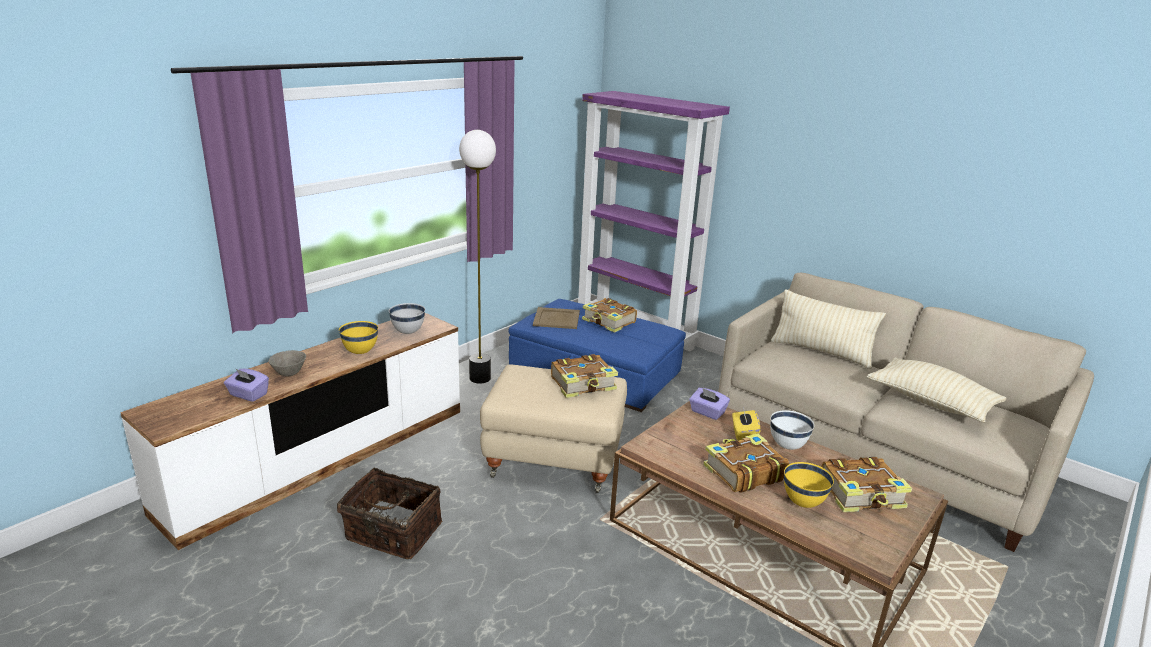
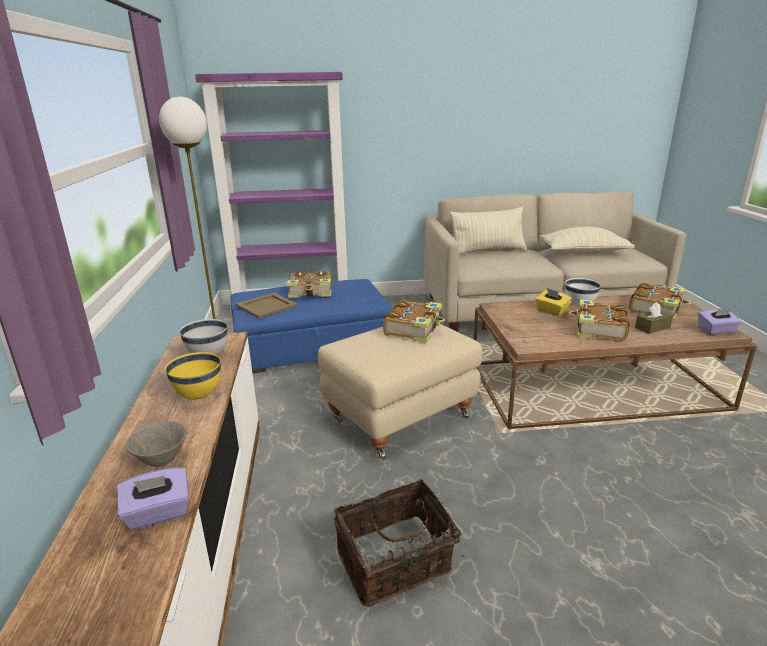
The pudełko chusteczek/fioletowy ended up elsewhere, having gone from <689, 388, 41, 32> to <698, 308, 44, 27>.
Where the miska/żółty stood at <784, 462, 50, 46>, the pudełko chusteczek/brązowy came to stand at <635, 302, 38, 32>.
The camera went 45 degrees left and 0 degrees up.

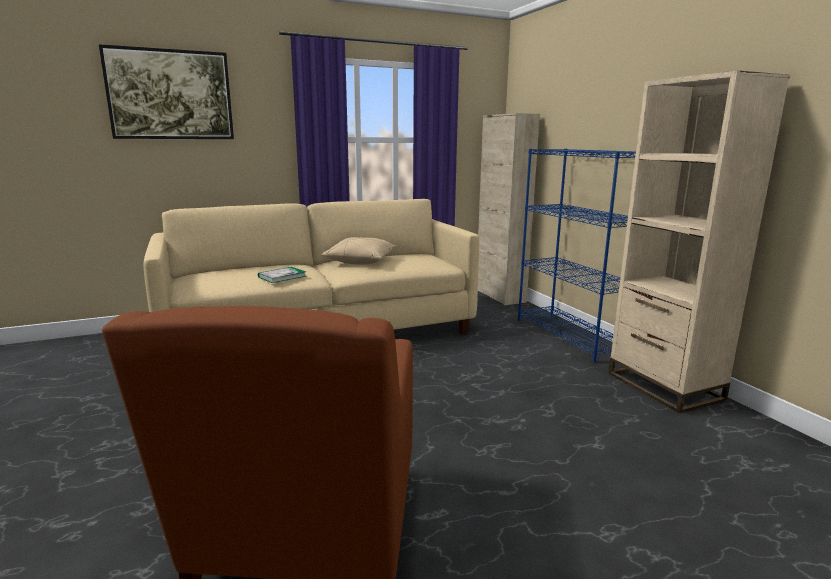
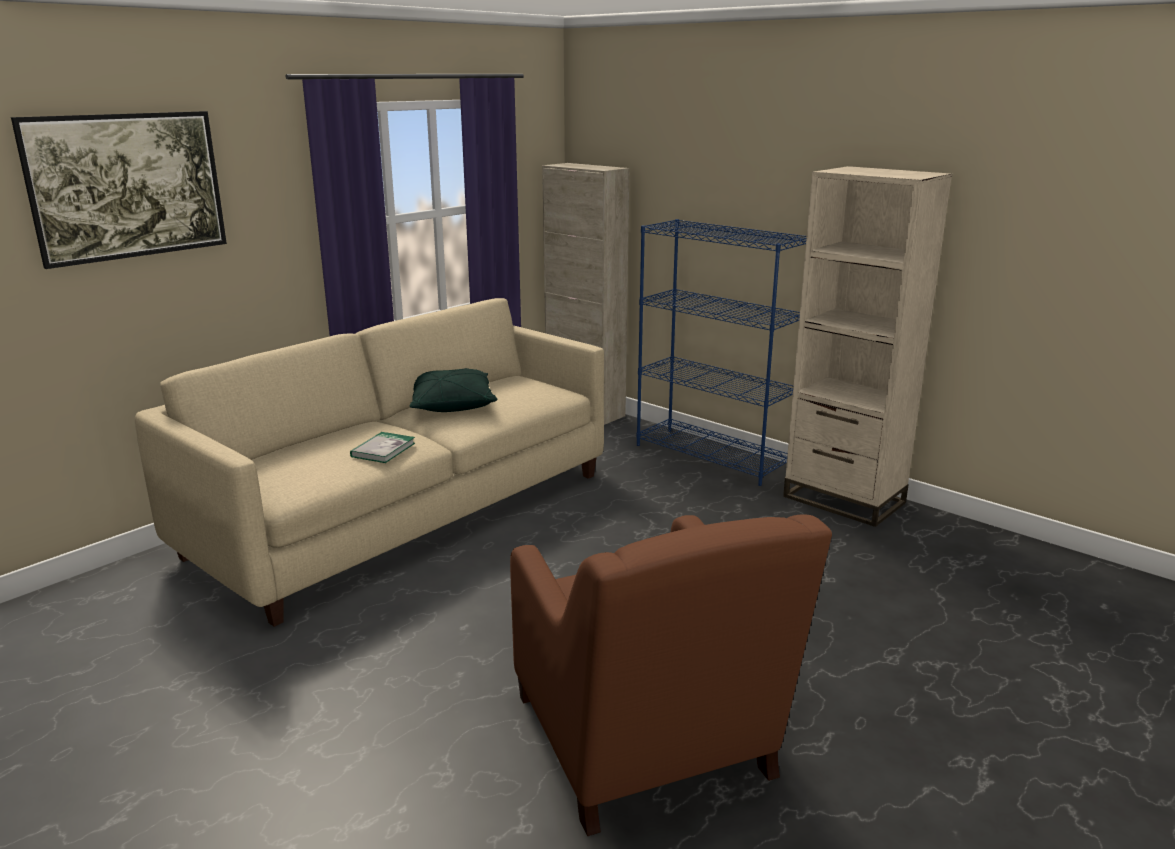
What was the poduszka/beżowy at <322, 237, 75, 27> turned into the poduszka/zielony at <410, 368, 88, 44>.
The camera went 25 degrees left and 5 degrees up.

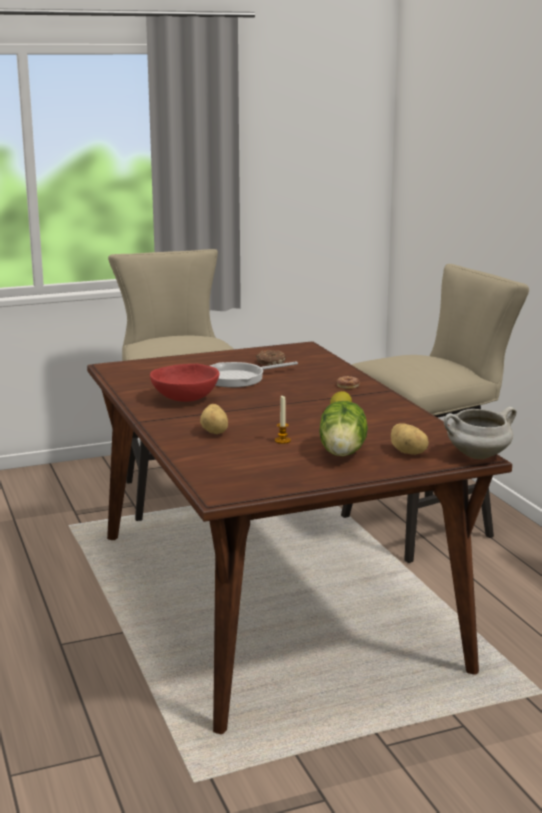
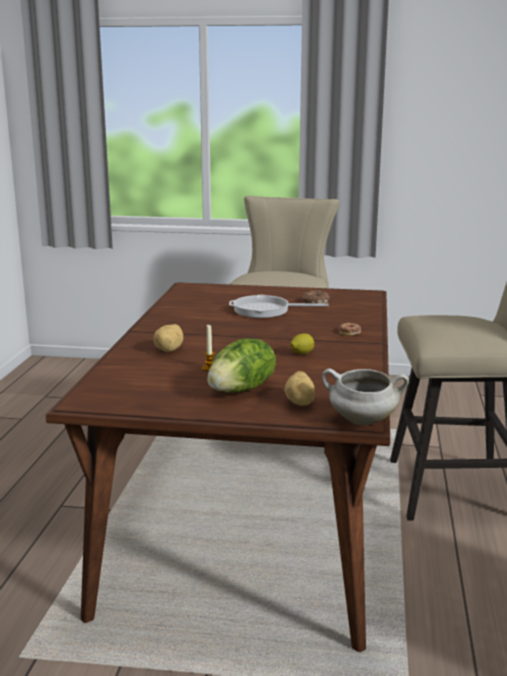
The second view lost the miska/czerwony at <150, 364, 70, 38>.
The camera went 30 degrees right and 0 degrees up.

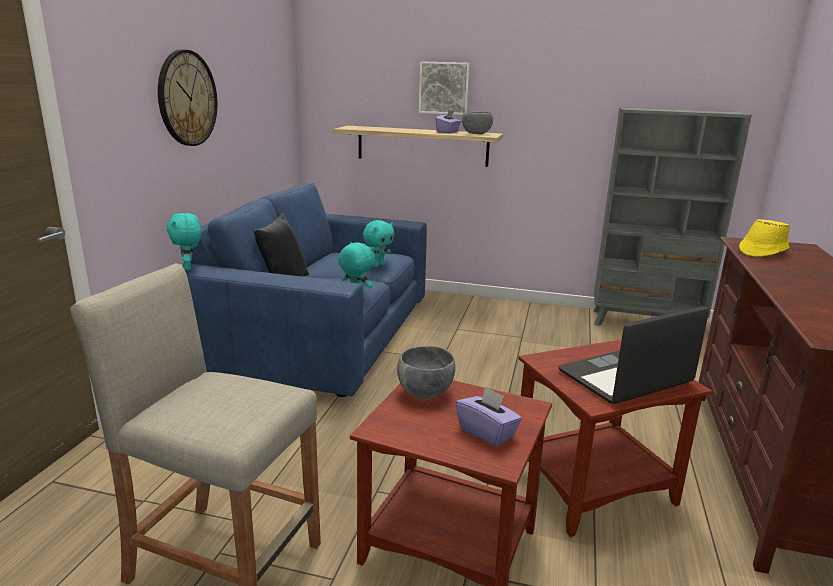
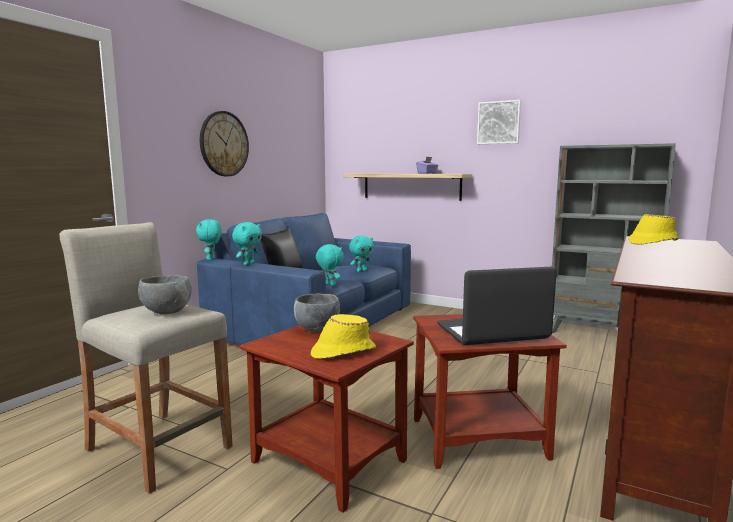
The obraz ended up elsewhere, having gone from <419, 61, 51, 54> to <477, 100, 44, 44>.
Where the pudełko chusteczek/fioletowy stood at <456, 387, 66, 60>, the kapelusz/żółty came to stand at <311, 314, 65, 45>.
The miska/szary ended up elsewhere, having gone from <462, 112, 31, 22> to <138, 275, 54, 39>.
The second view gained the pluszak/turkusowy at <232, 222, 30, 43>.
The camera went 15 degrees right and 10 degrees down.

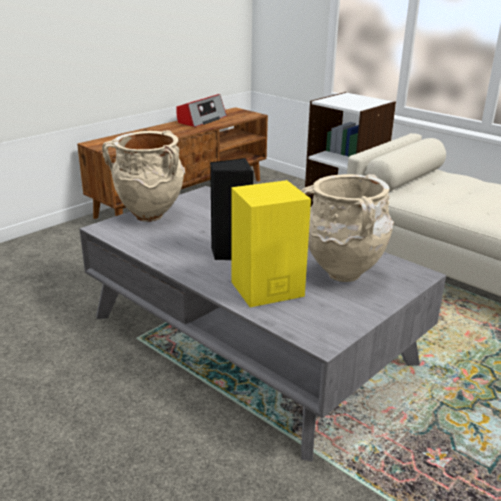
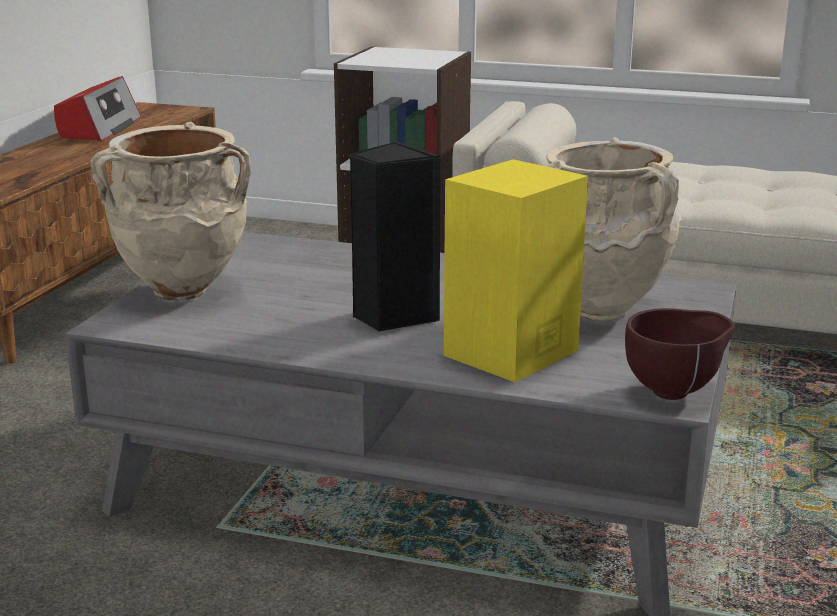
The second view gained the miska/brązowy at <625, 308, 110, 92>.
The camera went 25 degrees left and 5 degrees down.

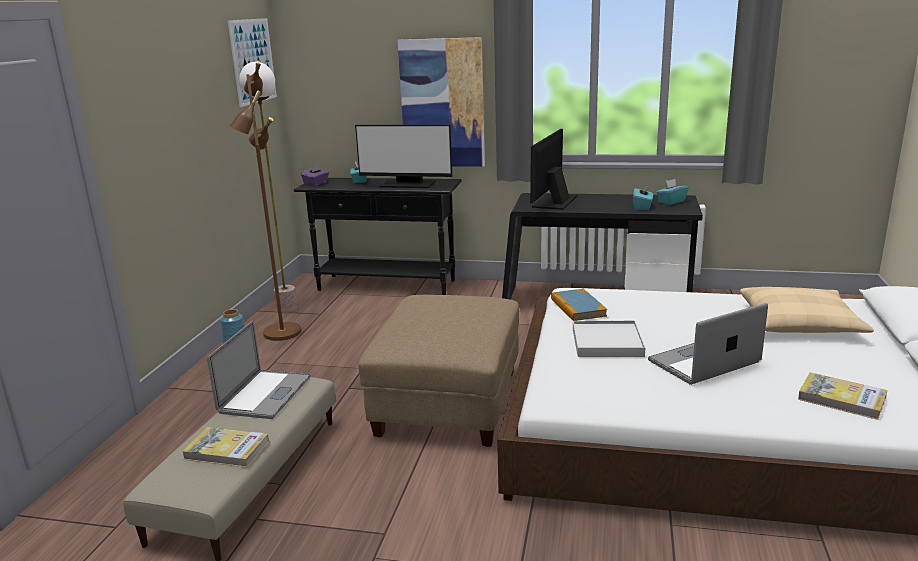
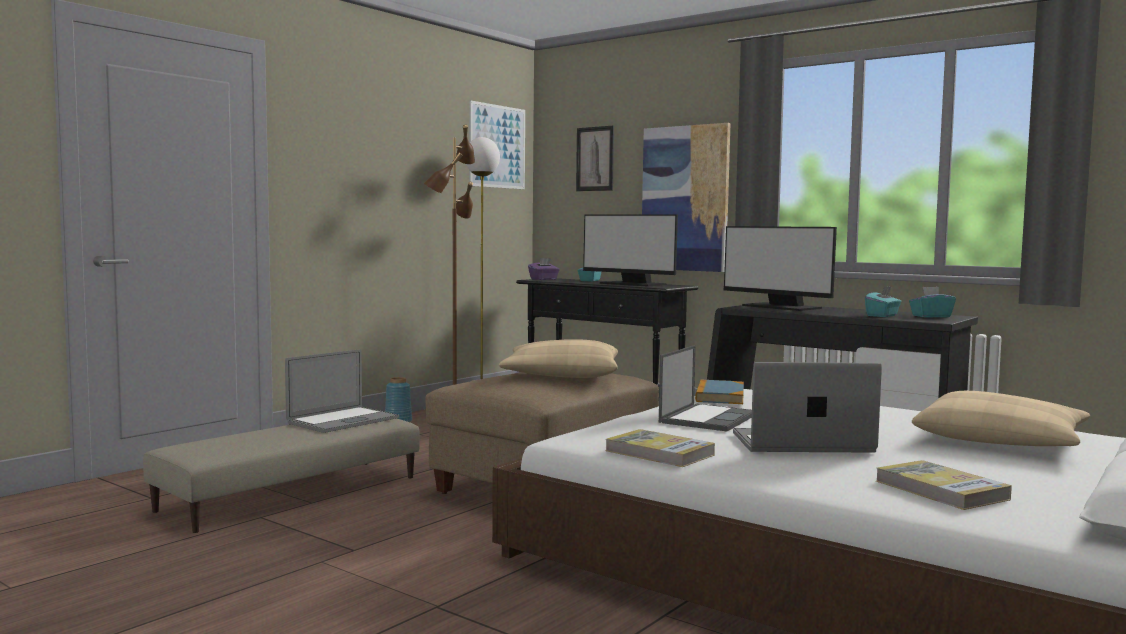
The książka ended up elsewhere, having gone from <182, 427, 87, 41> to <606, 429, 109, 38>.
The monitor at <530, 129, 47, 81> ended up facing another way, 90 degrees counterclockwise from before.
Where the taca/biały stood at <573, 320, 72, 37>, the laptop came to stand at <659, 345, 93, 86>.
The second view gained the poduszka/beżowy at <499, 339, 119, 39>.
The second view gained the obraz at <576, 126, 38, 65>.
The camera went 25 degrees right and 15 degrees down.

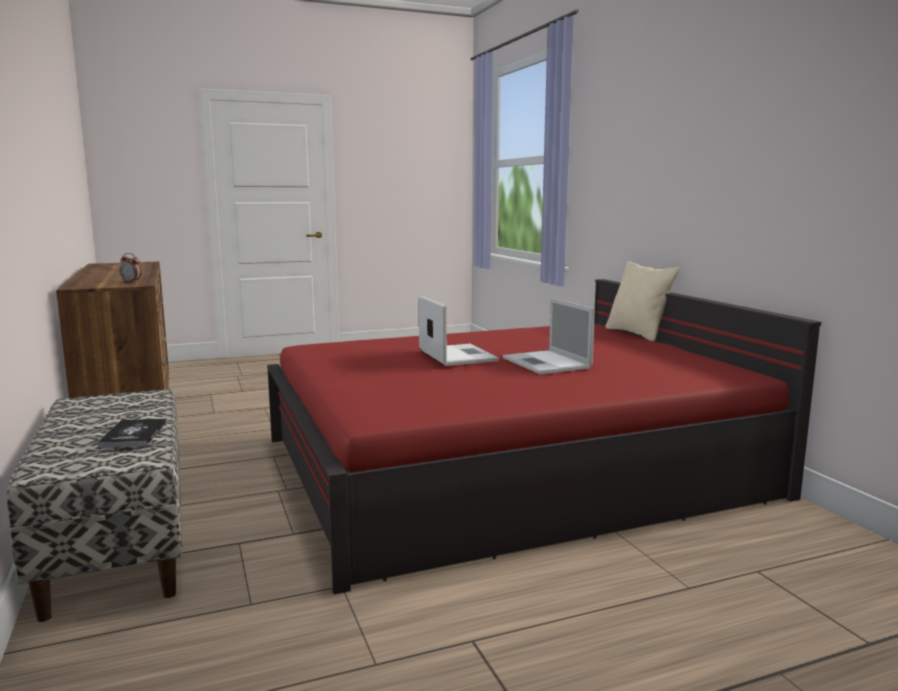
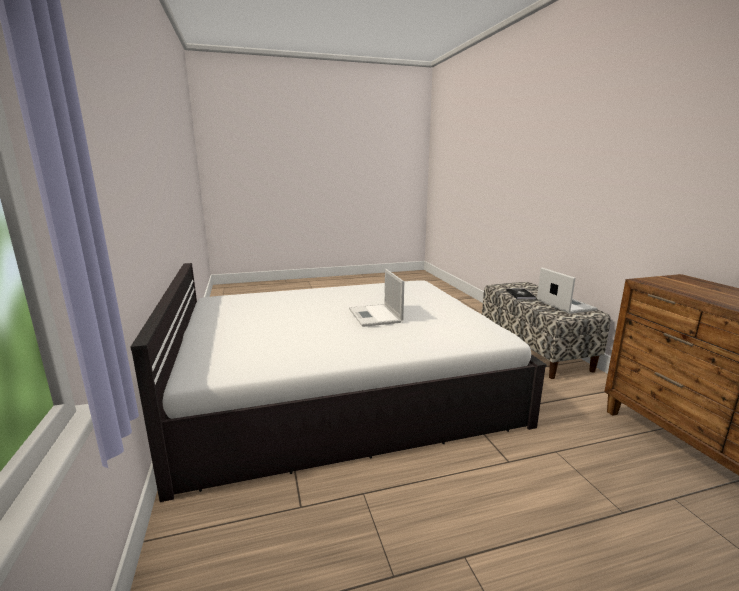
The second view lost the budzik at <119, 253, 23, 30>.
What was the łóżko/czerwony at <267, 279, 554, 315> turned into the łóżko/biały at <130, 263, 417, 239>.
The laptop ended up elsewhere, having gone from <503, 298, 92, 77> to <537, 268, 60, 46>.
The second view lost the poduszka/beżowy at <606, 261, 73, 80>.
The camera went 175 degrees left and 5 degrees up.

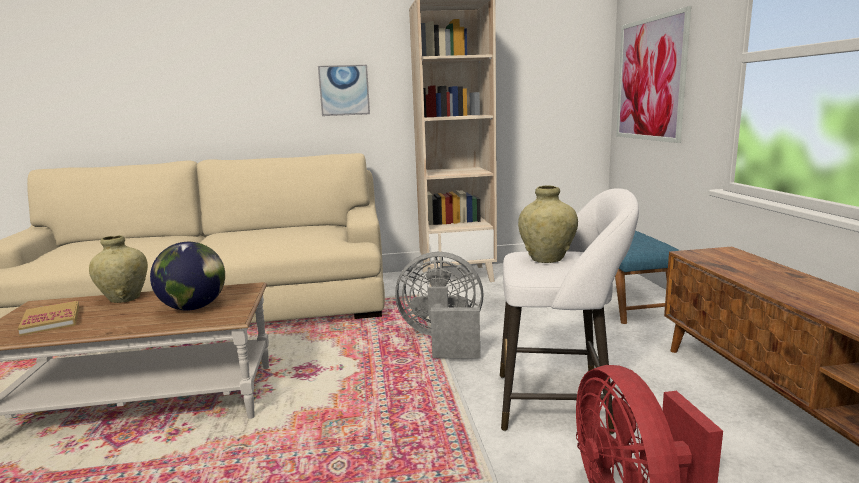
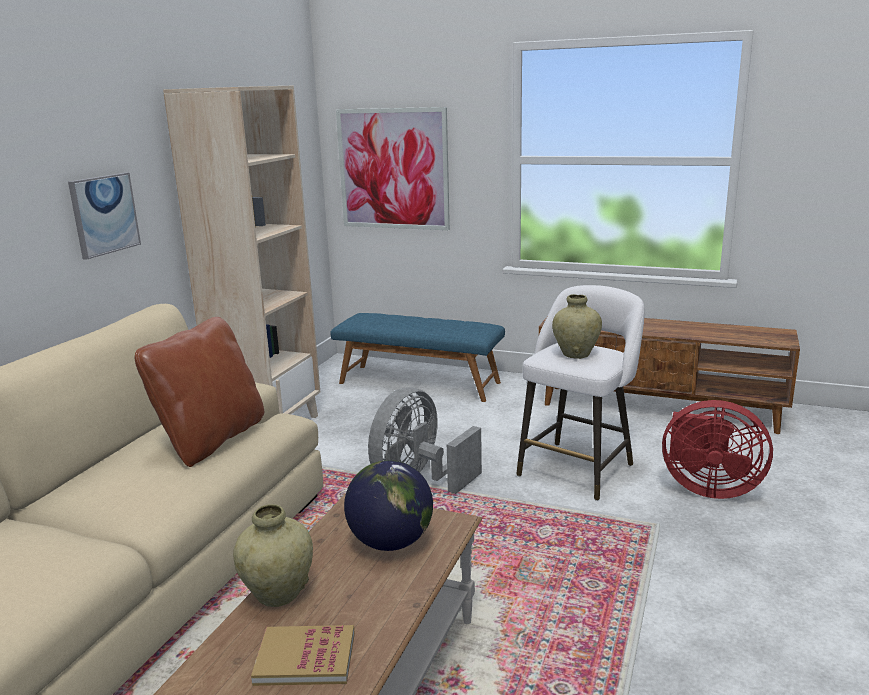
The second view gained the poduszka/brązowy at <135, 317, 129, 150>.
The camera went 60 degrees left and 5 degrees up.

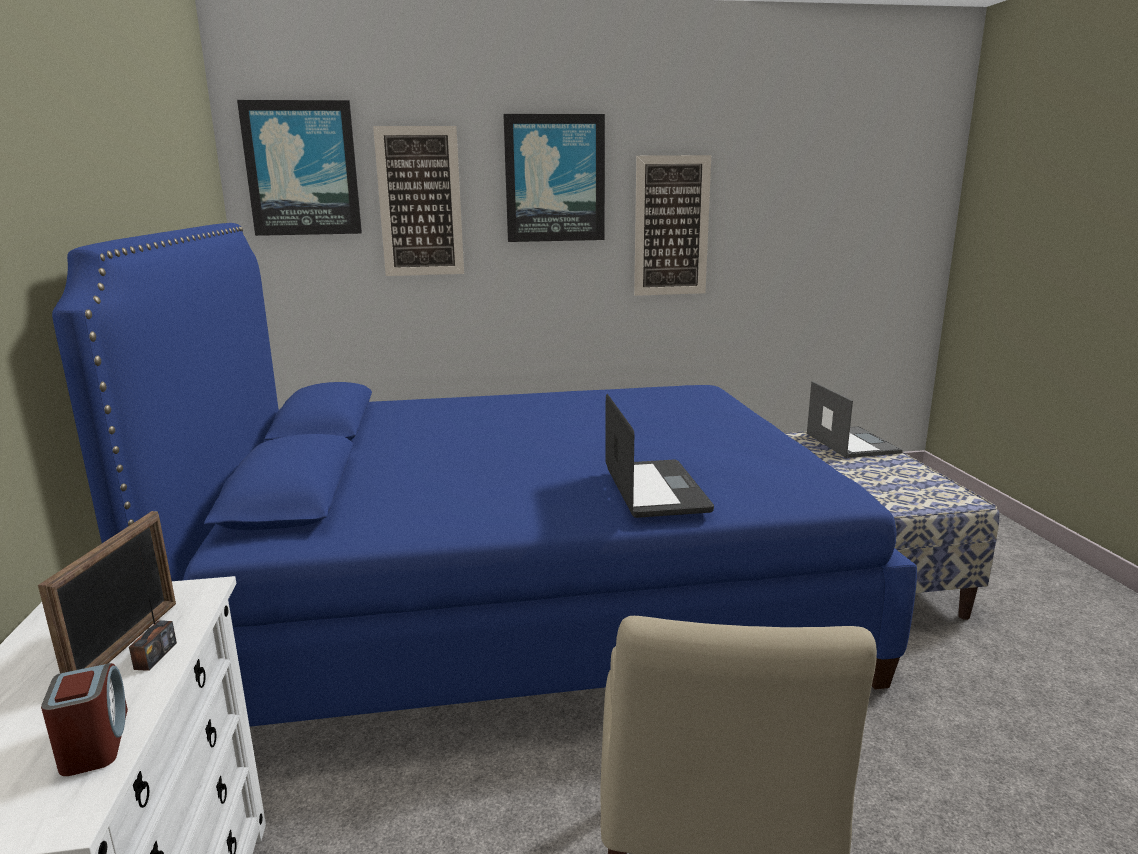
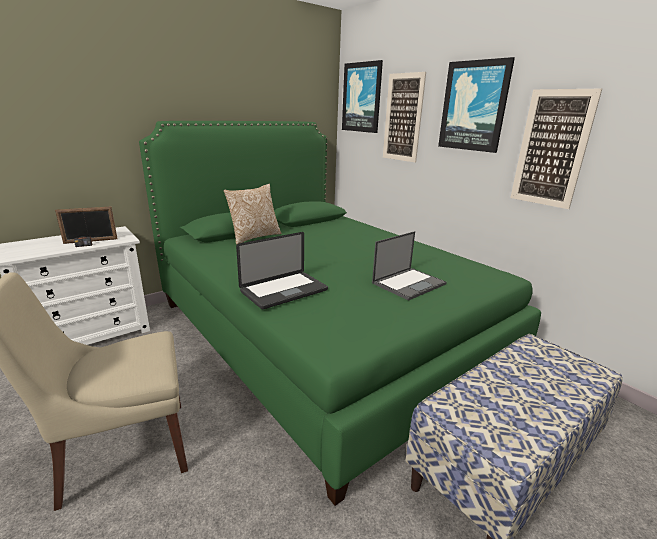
The second view lost the budzik at <41, 663, 87, 113>.
What was the łóżko/niebieski at <52, 223, 865, 504> turned into the łóżko/zielony at <139, 121, 402, 385>.
The laptop ended up elsewhere, having gone from <807, 381, 95, 77> to <372, 231, 74, 70>.
The second view gained the poduszka at <224, 184, 58, 61>.
The camera went 60 degrees right and 5 degrees up.

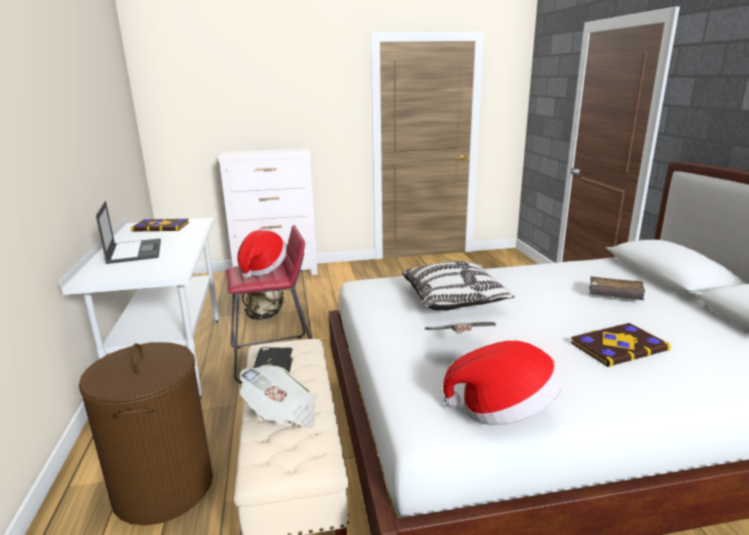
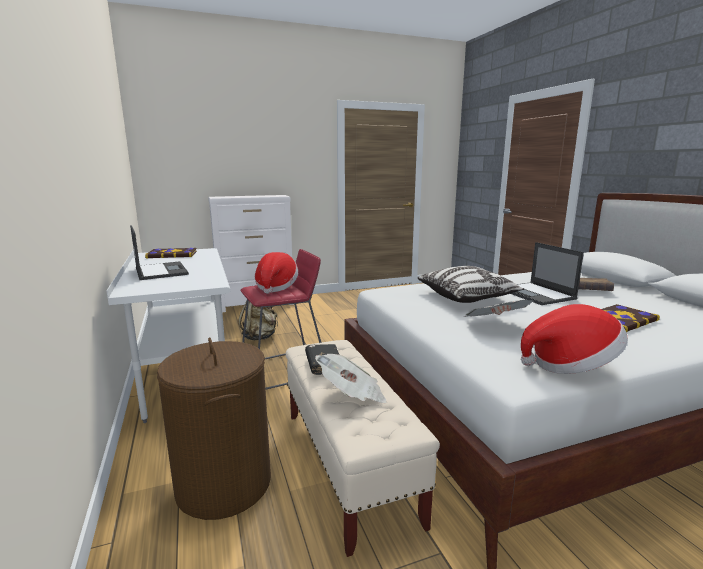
The second view gained the laptop at <511, 242, 73, 63>.
The camera went 10 degrees left and 5 degrees down.

